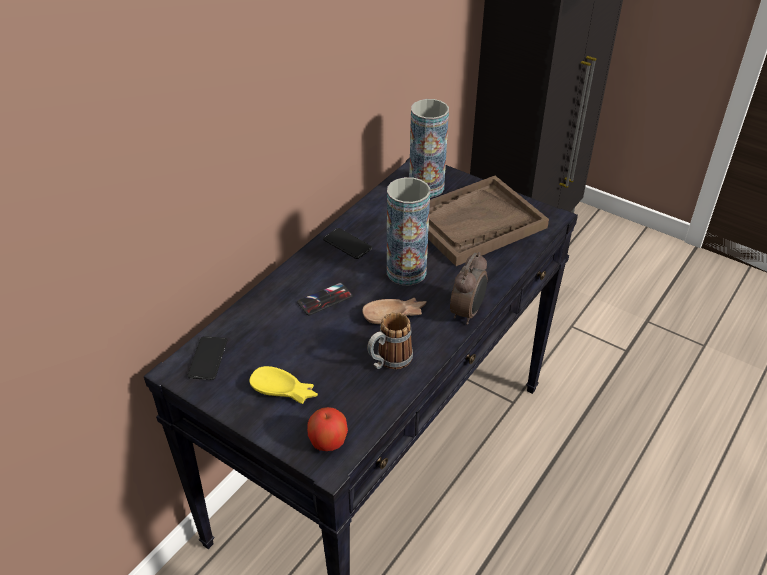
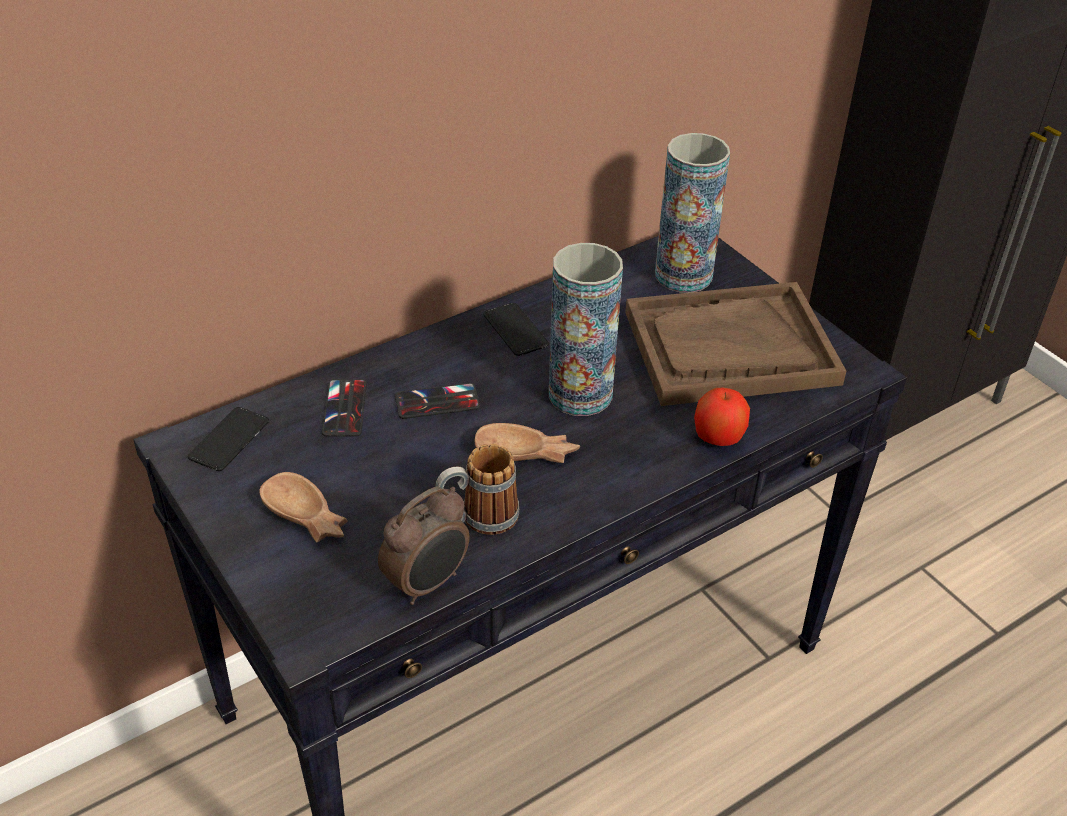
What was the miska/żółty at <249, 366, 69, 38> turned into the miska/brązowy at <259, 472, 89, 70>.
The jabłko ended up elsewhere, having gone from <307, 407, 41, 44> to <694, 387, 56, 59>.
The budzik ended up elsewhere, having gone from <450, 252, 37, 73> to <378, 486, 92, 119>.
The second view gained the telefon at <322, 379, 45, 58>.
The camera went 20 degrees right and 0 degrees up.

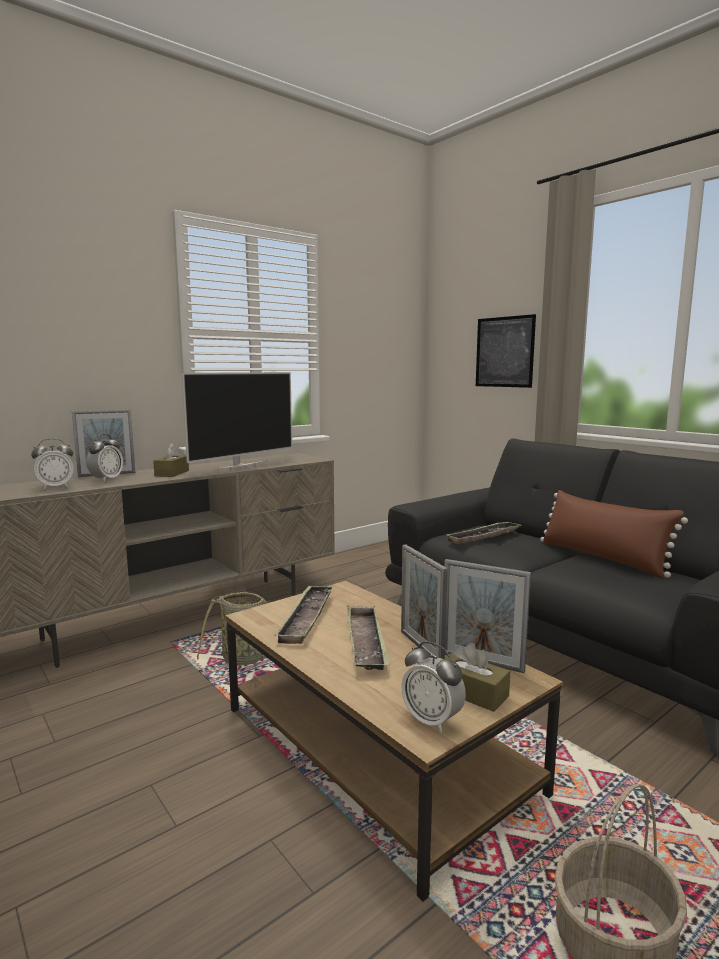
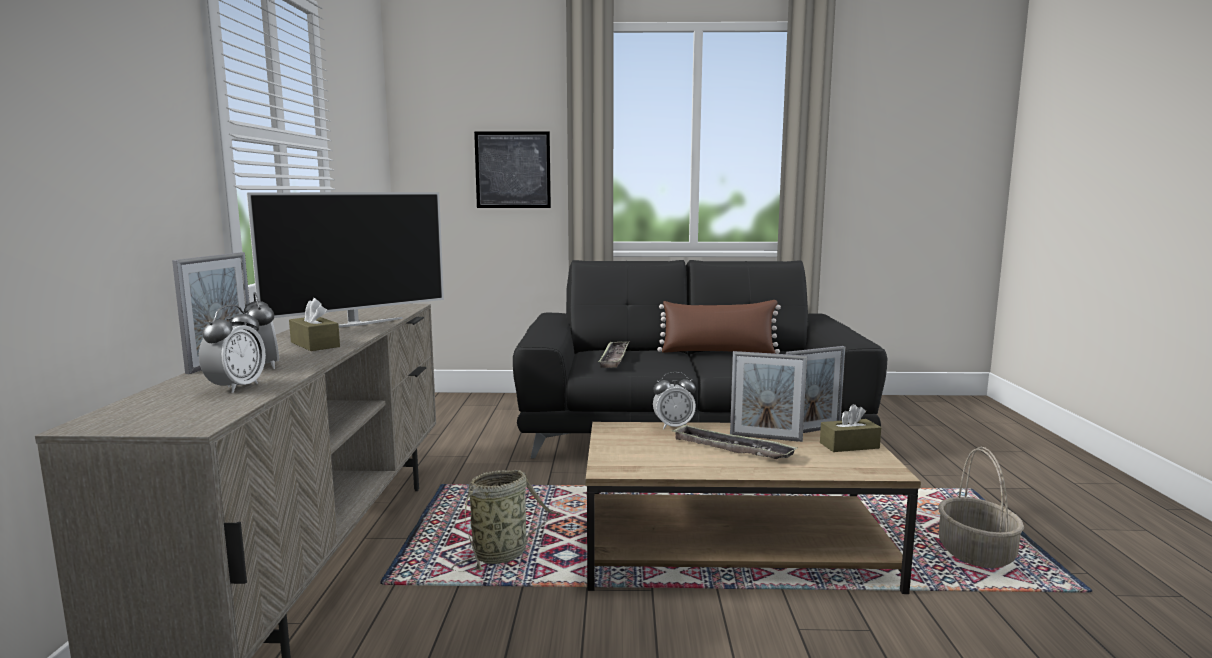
The telewizor at <182, 372, 110, 98> ended up facing another way, 60 degrees clockwise from before.
The second view lost the taca at <275, 585, 58, 59>.
The budzik ended up elsewhere, having gone from <401, 641, 65, 92> to <653, 372, 43, 57>.
The camera went 50 degrees left and 0 degrees up.

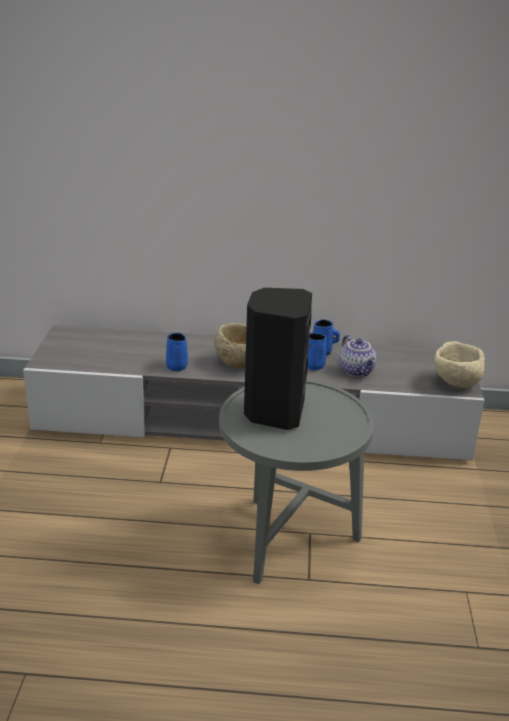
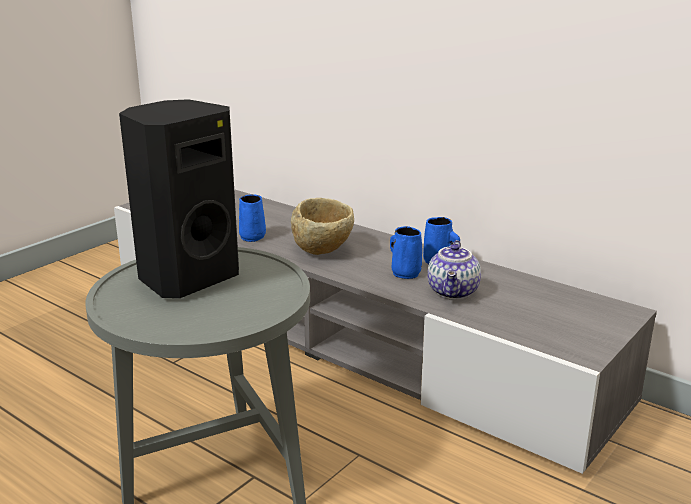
The second view lost the miska/beżowy at <434, 341, 51, 47>.
The camera went 35 degrees right and 5 degrees down.

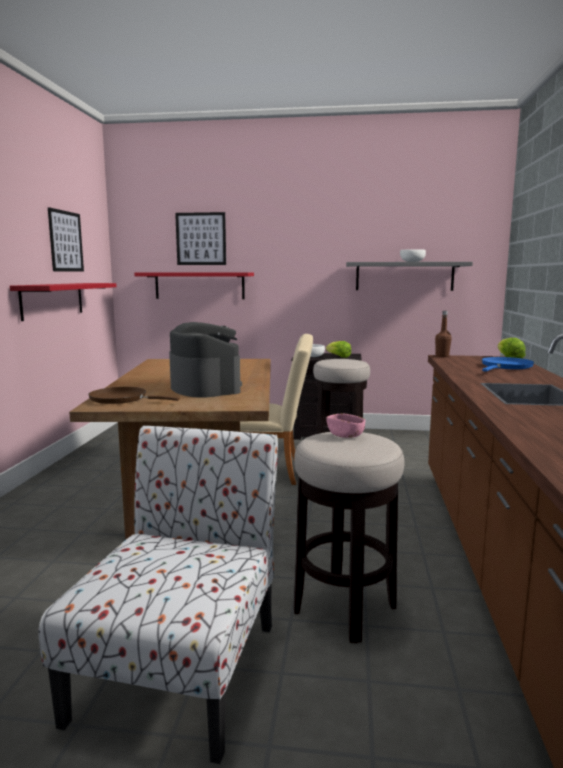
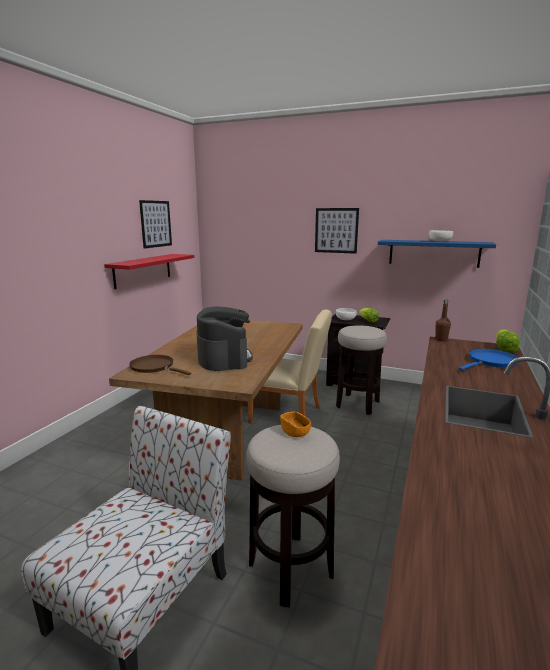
The second view lost the półka/czerwony at <134, 272, 120, 27>.
The obraz ended up elsewhere, having gone from <175, 212, 51, 53> to <315, 208, 44, 46>.
What was the miska/różowy at <326, 413, 39, 25> turned into the miska/pomarańczowy at <280, 412, 31, 25>.
What was the półka/szary at <346, 262, 127, 29> turned into the półka/niebieski at <378, 240, 118, 28>.
The camera went 15 degrees right and 5 degrees up.

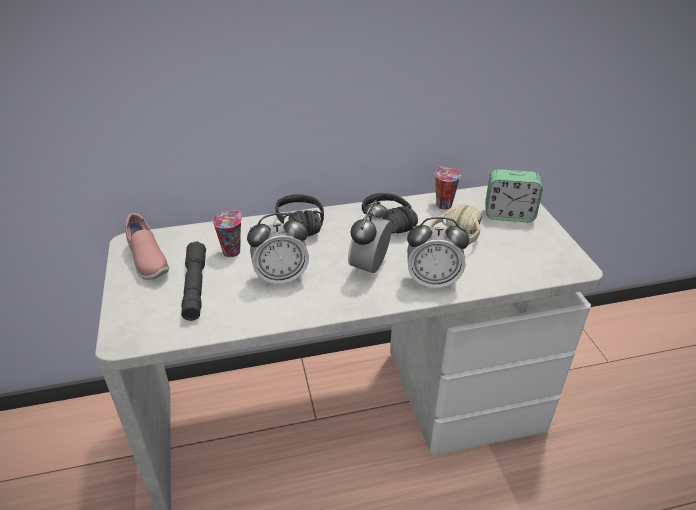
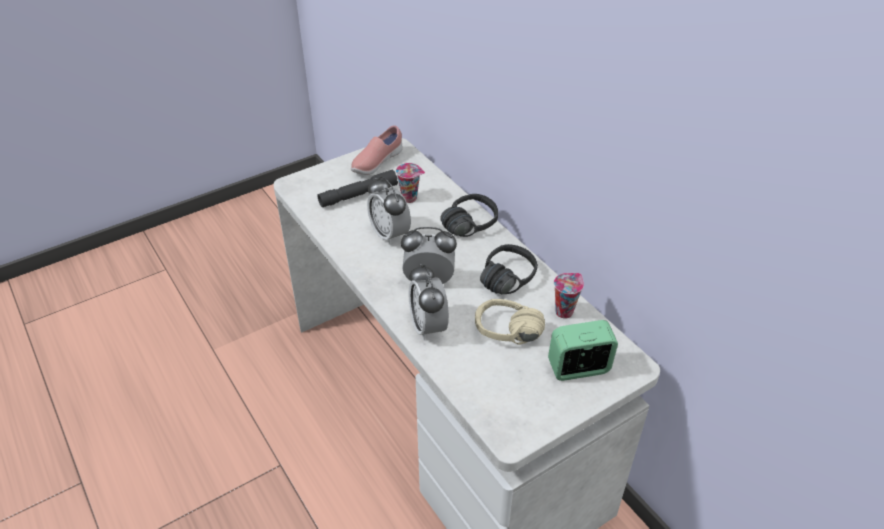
The budzik at <485, 169, 58, 53> ended up facing another way, 90 degrees clockwise from before.
The camera went 70 degrees right and 5 degrees up.

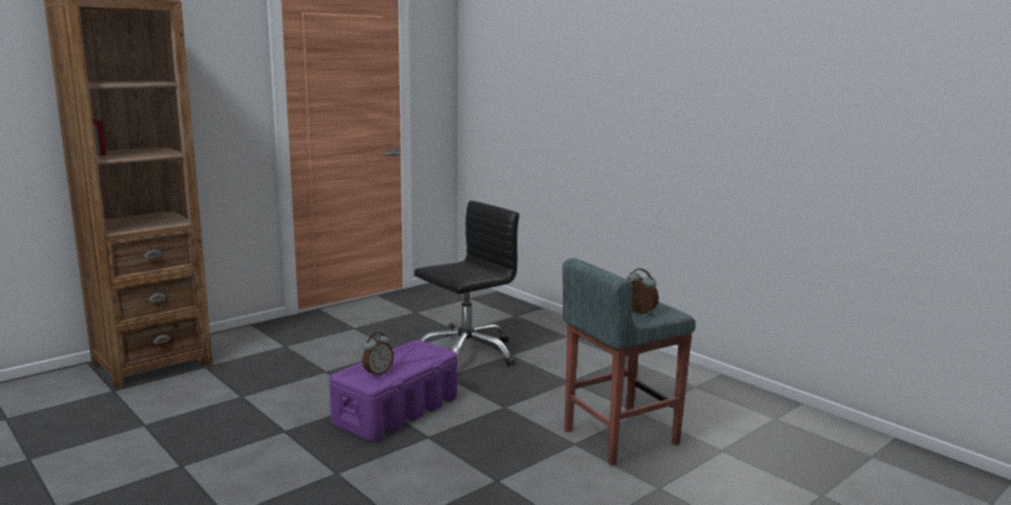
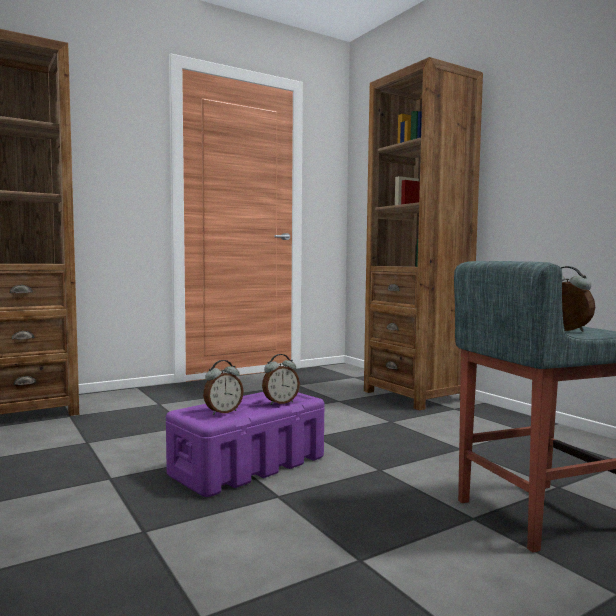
The second view lost the krzesło biurowe/czarny at <414, 201, 105, 165>.
The second view gained the budzik at <262, 354, 38, 51>.
The second view gained the regał/brązowy at <364, 57, 119, 353>.
The camera went 10 degrees right and 10 degrees down.

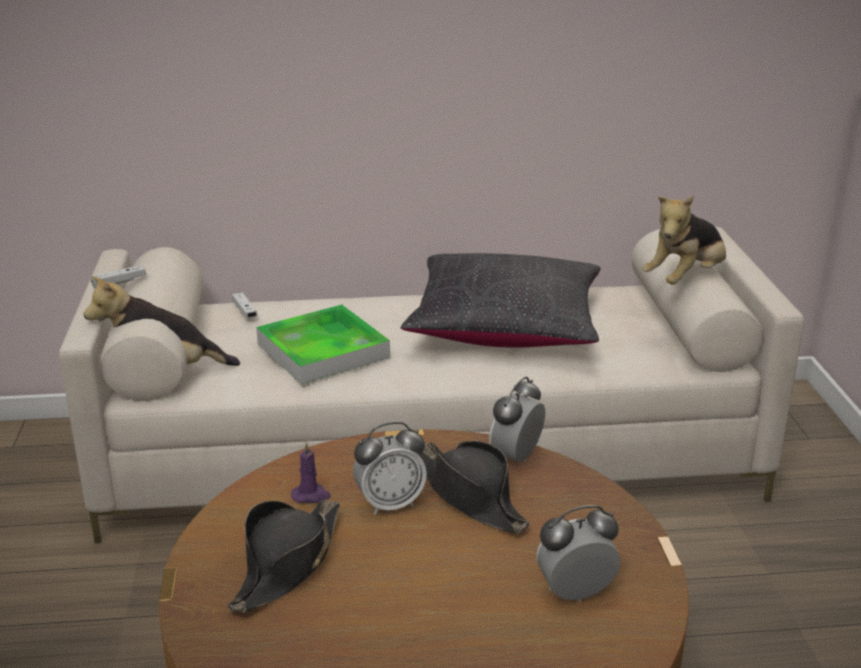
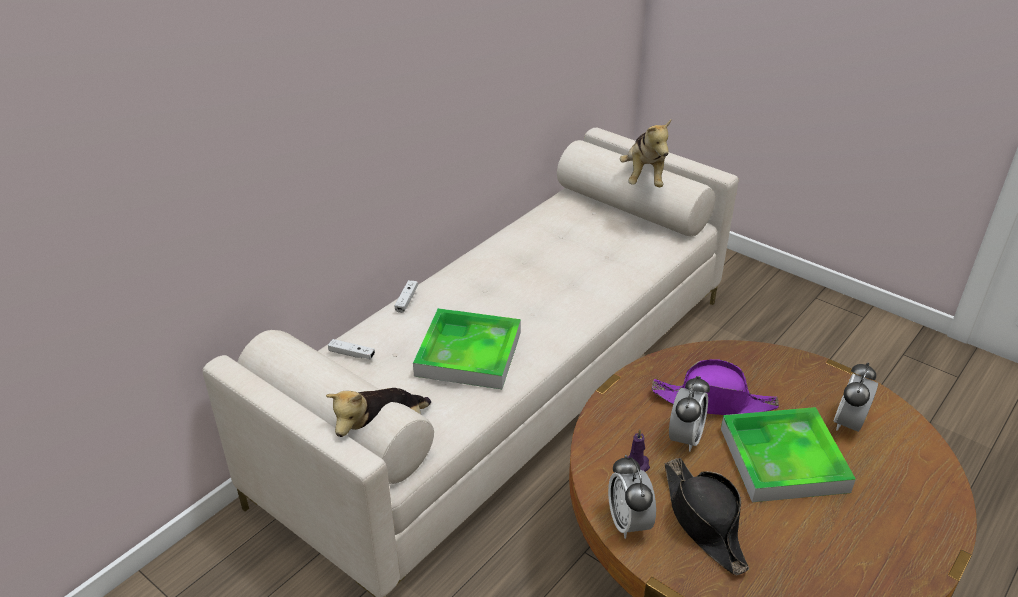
The pad do gier/biały ended up elsewhere, having gone from <90, 265, 56, 23> to <394, 280, 24, 33>.
The second view lost the poduszka/czarny at <401, 253, 199, 94>.
What was the kapelusz/czarny at <418, 440, 112, 93> turned into the kapelusz/fioletowy at <652, 359, 127, 56>.
The budzik ended up elsewhere, having gone from <489, 377, 56, 85> to <608, 455, 48, 84>.
The second view gained the taca at <721, 407, 135, 95>.
The camera went 45 degrees left and 10 degrees up.

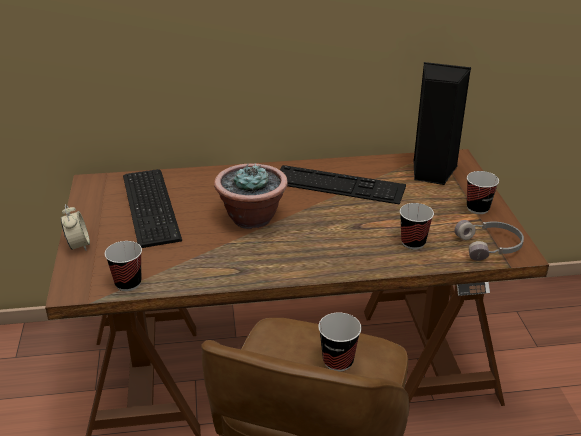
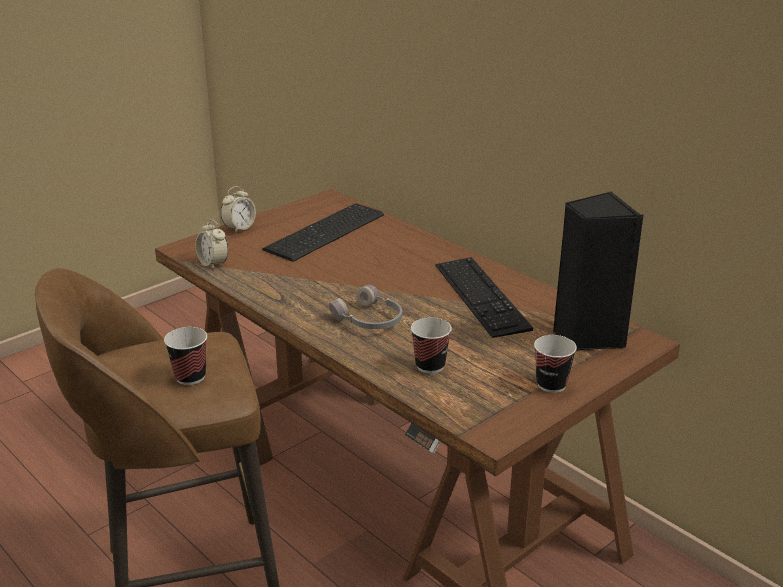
Where the filiżanka stood at <105, 241, 37, 50>, the budzik came to stand at <195, 219, 33, 51>.
The second view lost the roślina doniczkowa at <214, 163, 74, 66>.
The słuchawki/szary ended up elsewhere, having gone from <455, 220, 69, 41> to <329, 285, 73, 44>.
The camera went 55 degrees right and 5 degrees down.

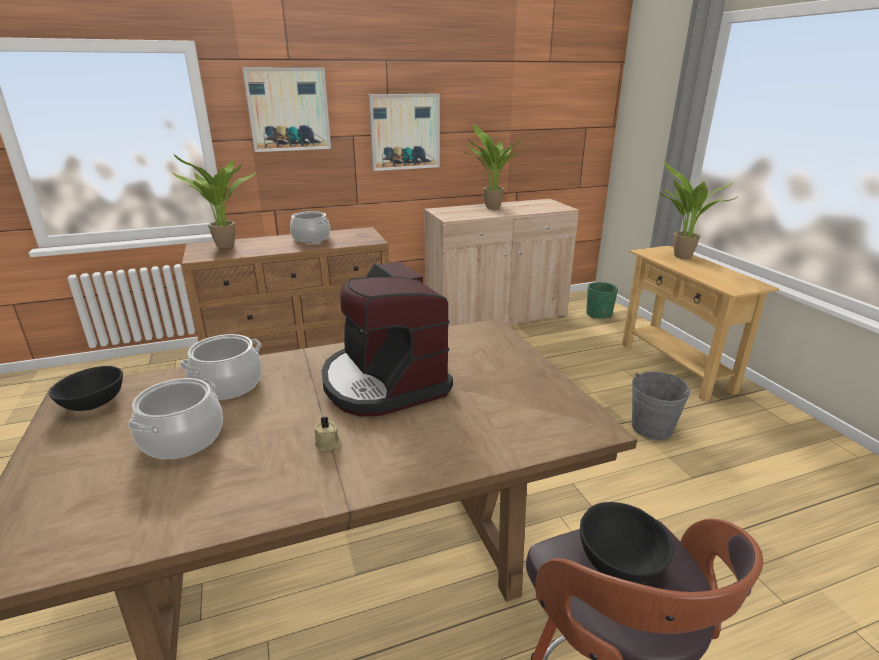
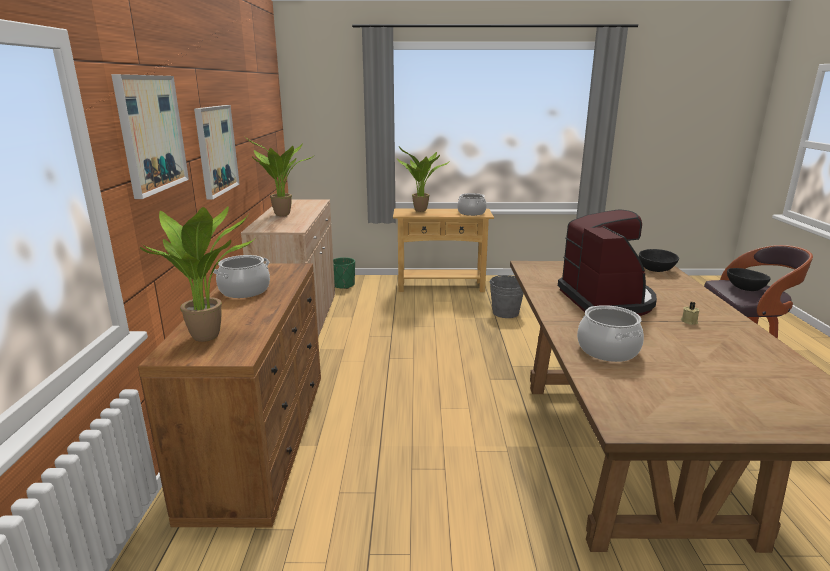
The miska/czarny ended up elsewhere, having gone from <49, 366, 74, 45> to <639, 249, 40, 23>.
The garnek ended up elsewhere, having gone from <128, 378, 95, 81> to <457, 193, 30, 23>.
The ekspres do kawy at <321, 262, 132, 154> ended up facing another way, 90 degrees counterclockwise from before.
The camera went 70 degrees left and 5 degrees down.

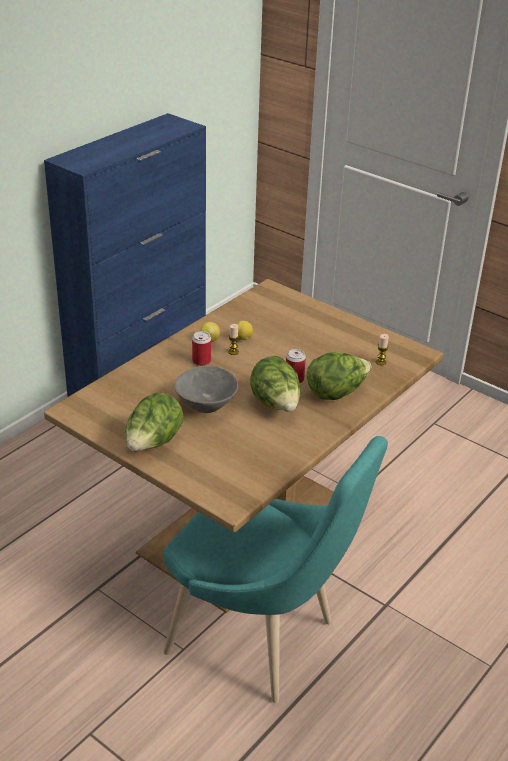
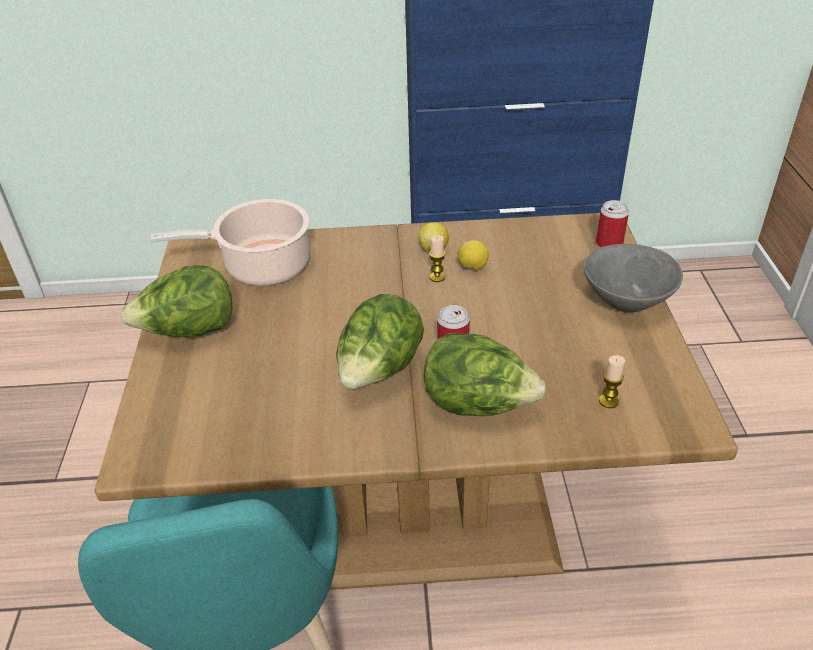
The miska/szary ended up elsewhere, having gone from <174, 366, 64, 47> to <584, 244, 99, 68>.
The puszka ended up elsewhere, having gone from <192, 331, 19, 35> to <596, 200, 33, 48>.
The second view gained the garnek at <150, 199, 159, 87>.
The camera went 50 degrees right and 5 degrees up.

